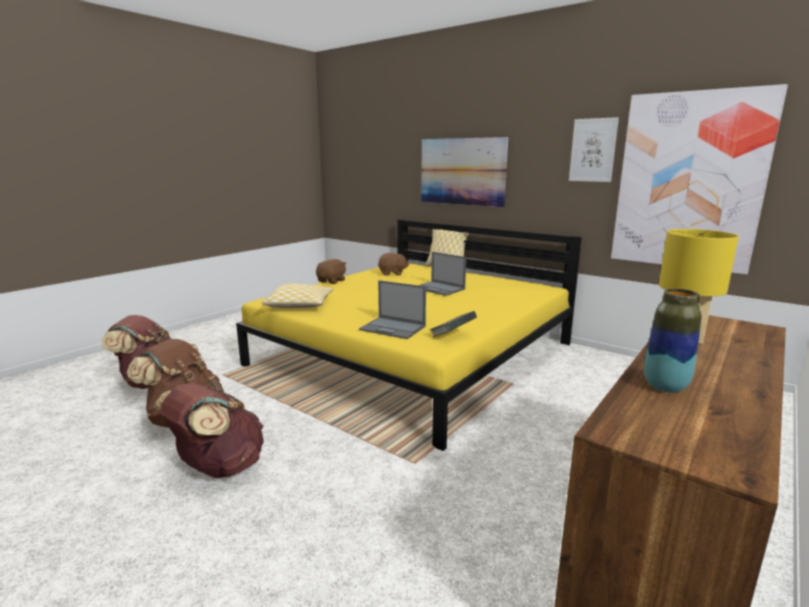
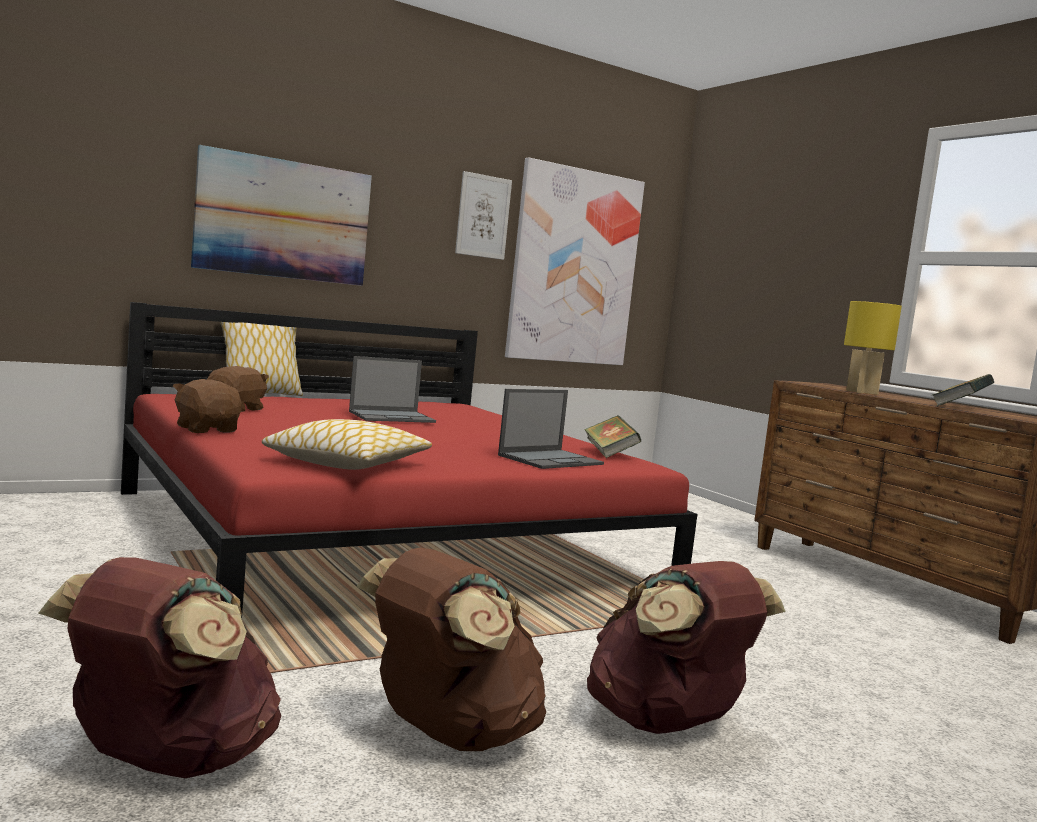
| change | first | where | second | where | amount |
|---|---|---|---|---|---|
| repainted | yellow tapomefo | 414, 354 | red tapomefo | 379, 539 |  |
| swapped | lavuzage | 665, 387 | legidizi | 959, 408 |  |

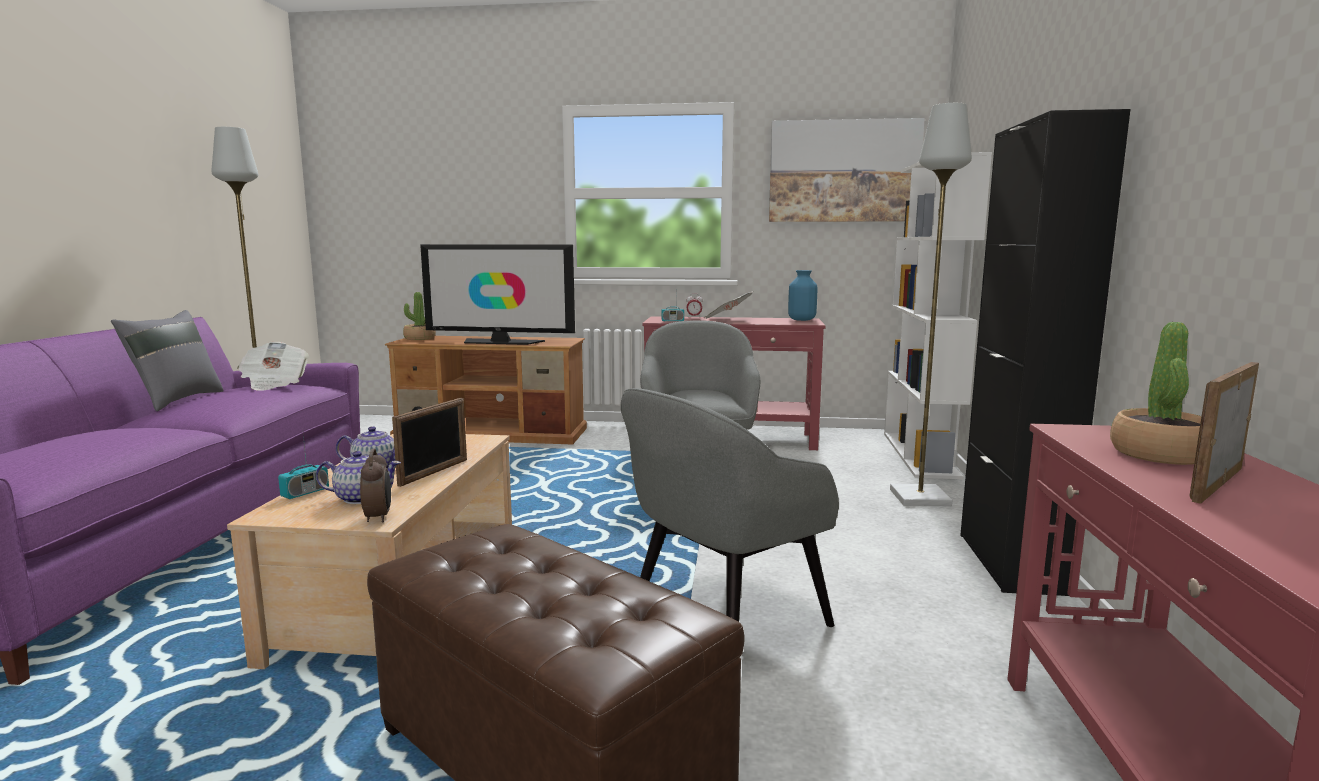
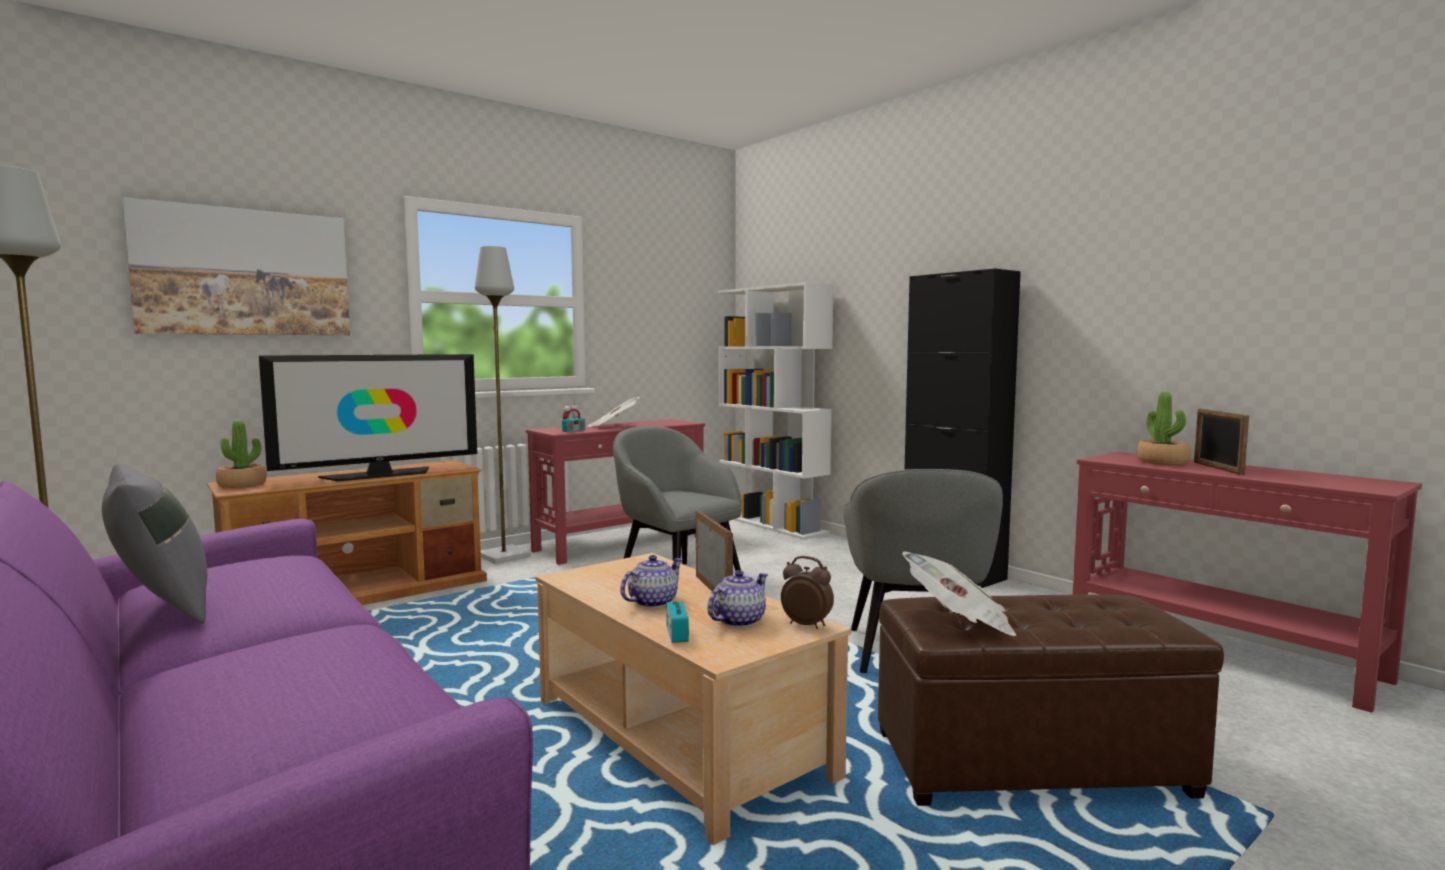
| change | first | where | second | where | amount |
|---|---|---|---|---|---|
| shifted | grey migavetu | 918, 497 |  | 502, 556 |  |
| shifted | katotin | 843, 171 |  | 244, 272 |  |
| gone | blue lavuzage | 801, 320 |  |  |  |
| shifted | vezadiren | 274, 384 |  | 959, 622 |  |

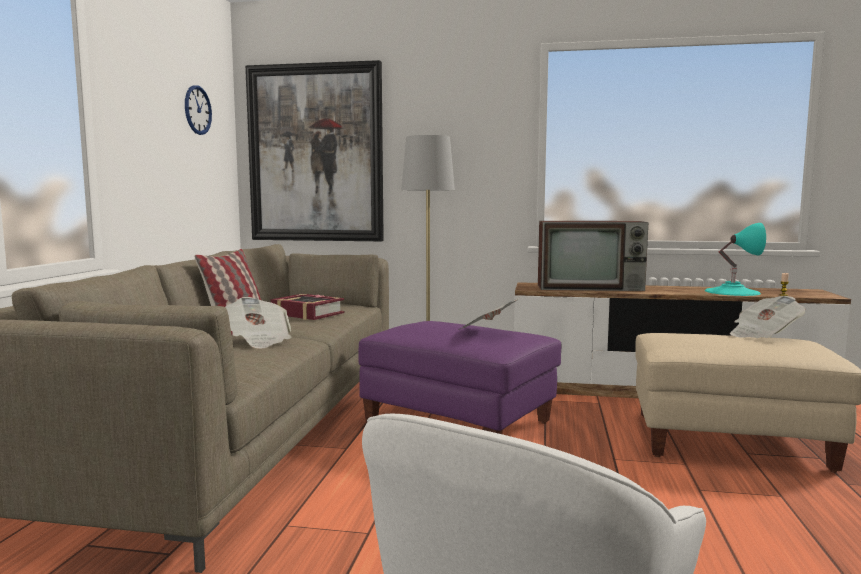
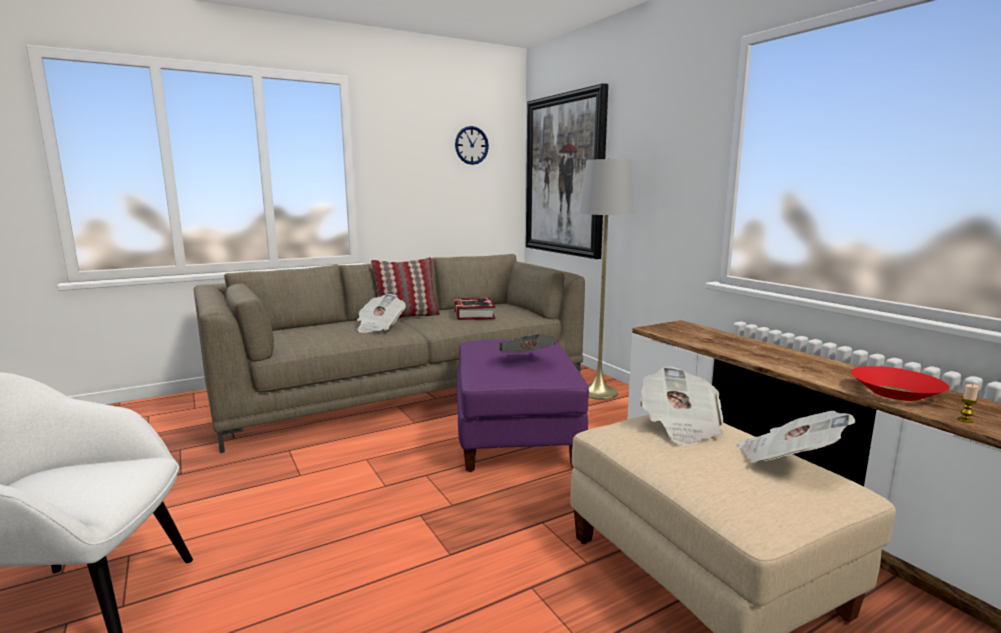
| change | first | where | second | where | amount |
|---|---|---|---|---|---|
| gone | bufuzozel | 591, 287 |  |  |  |
| swapped | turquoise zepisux | 732, 292 | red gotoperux | 895, 392 |  |
| new |  |  | vezadiren | 679, 426 |  |

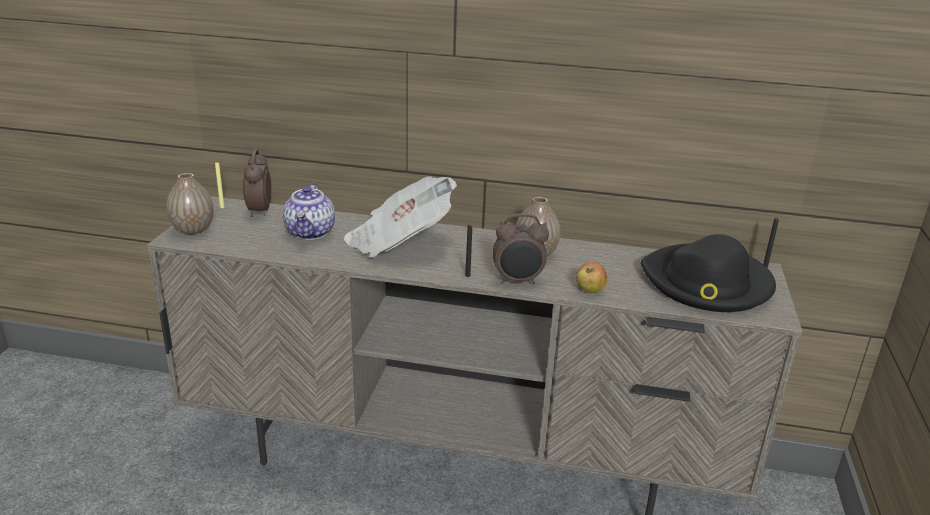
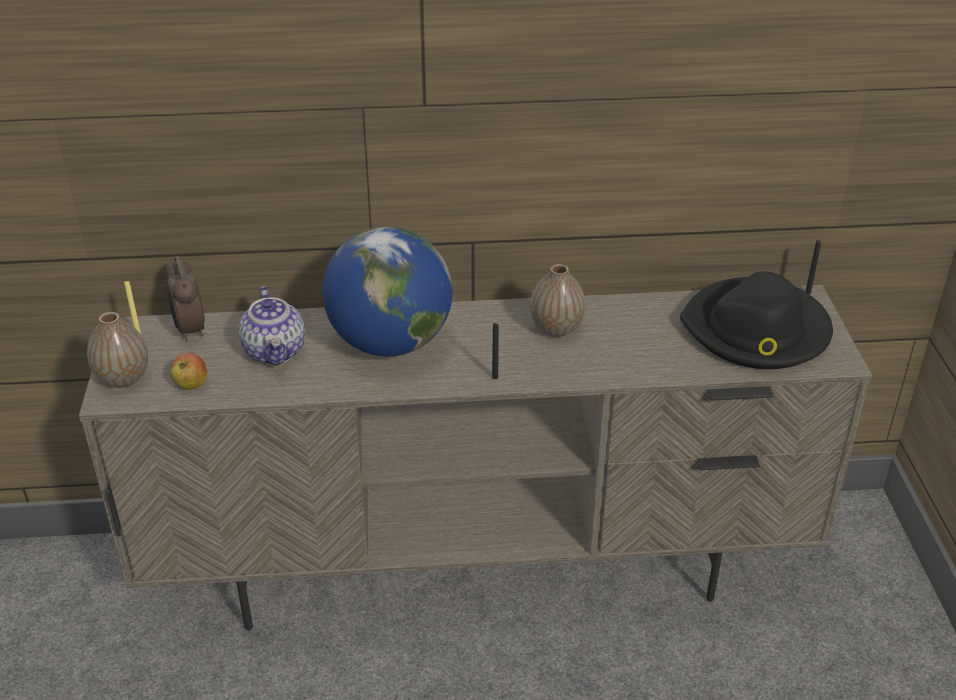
| change | first | where | second | where | amount |
|---|---|---|---|---|---|
| swapped | vezadiren | 399, 242 | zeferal | 390, 343 |  |
| gone | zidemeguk | 518, 281 |  |  |  |
| shifted | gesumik | 590, 290 |  | 191, 385 |  |

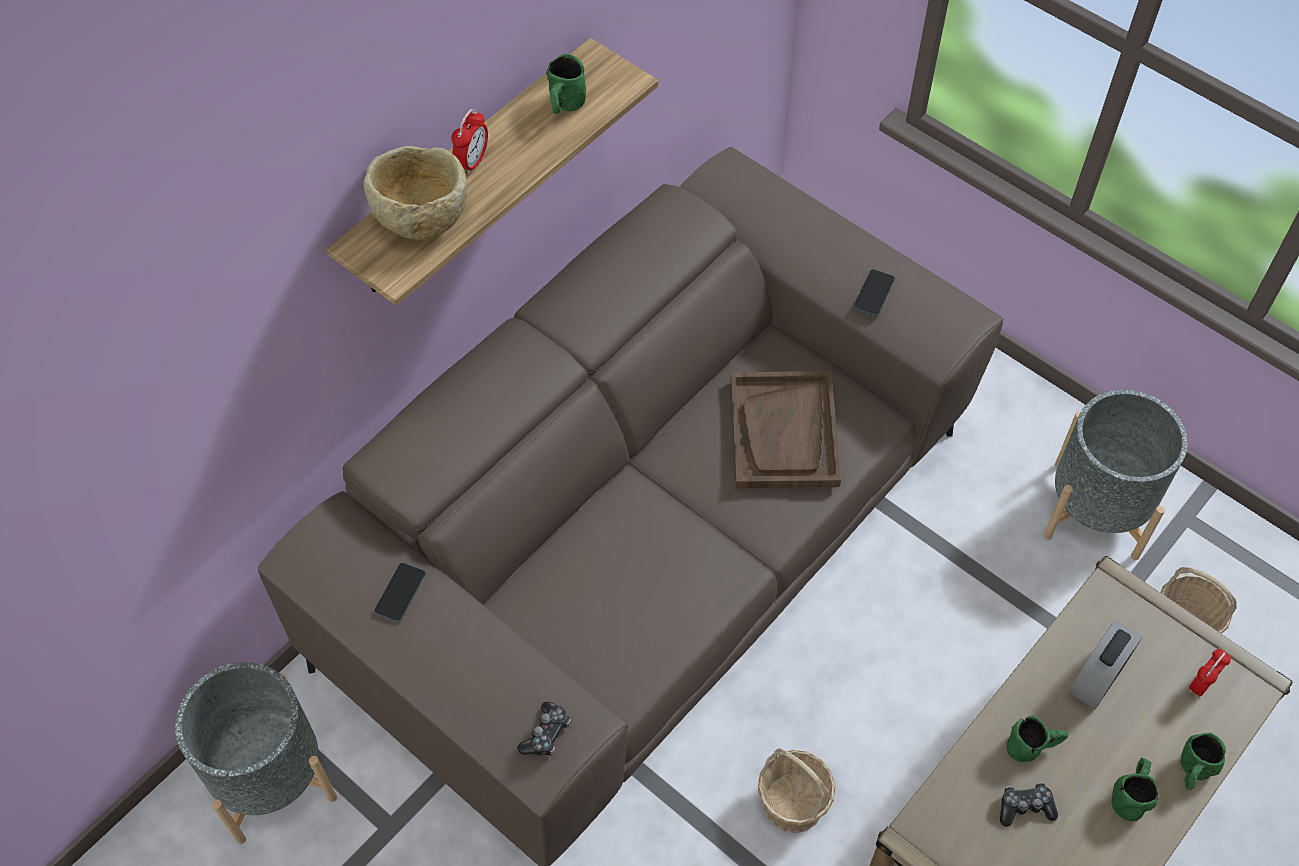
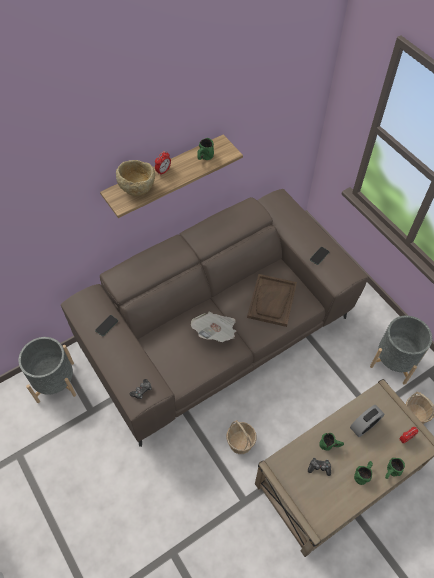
| change | first | where | second | where | amount |
|---|---|---|---|---|---|
| new |  |  | vezadiren | 216, 332 |  |

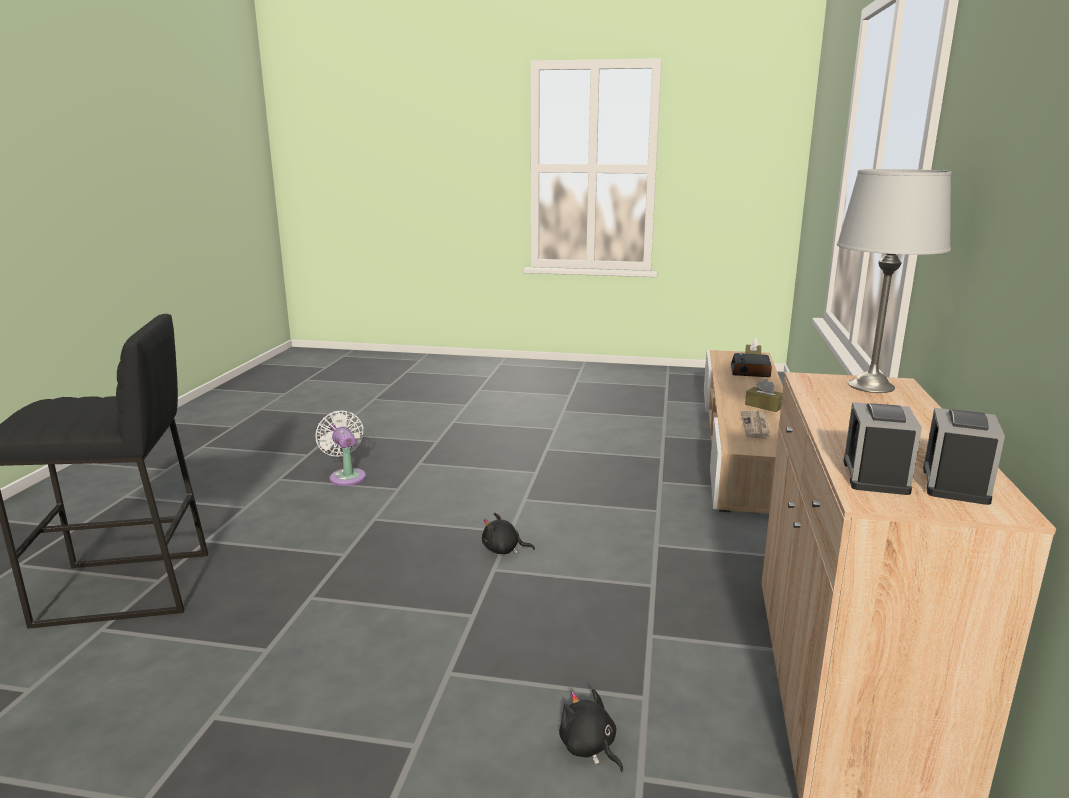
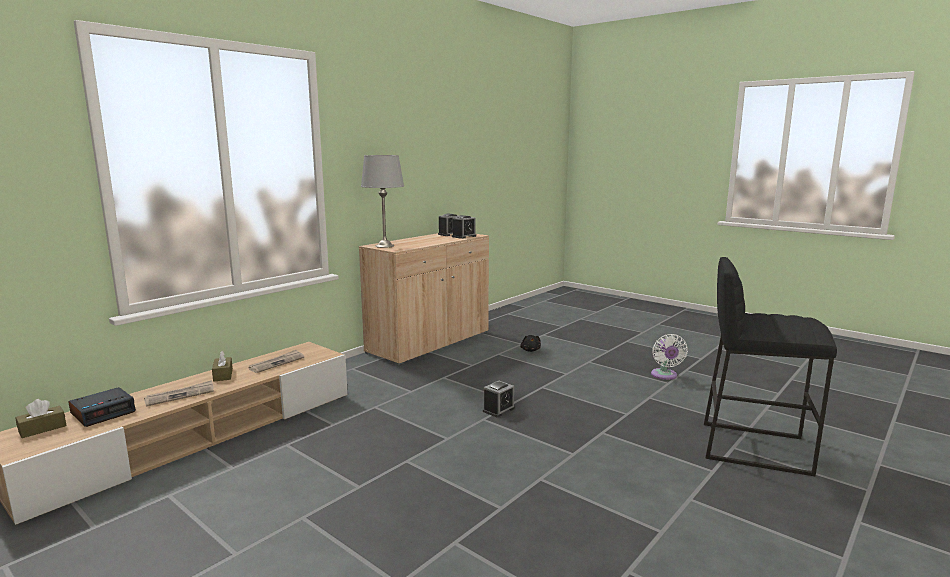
| change | first | where | second | where | amount |
|---|---|---|---|---|---|
| shifted | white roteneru | 346, 476 |  | 664, 376 |  |
| swapped | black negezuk | 503, 550 | zidemeguk | 498, 409 |  |
| new |  |  | vezadiren | 180, 395 |  |

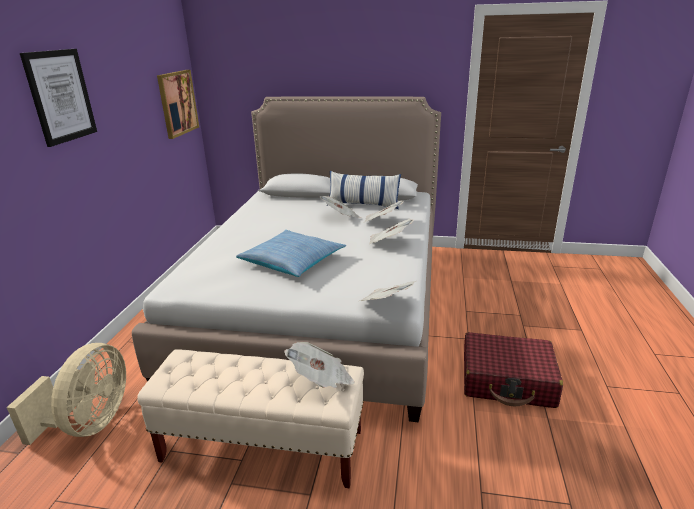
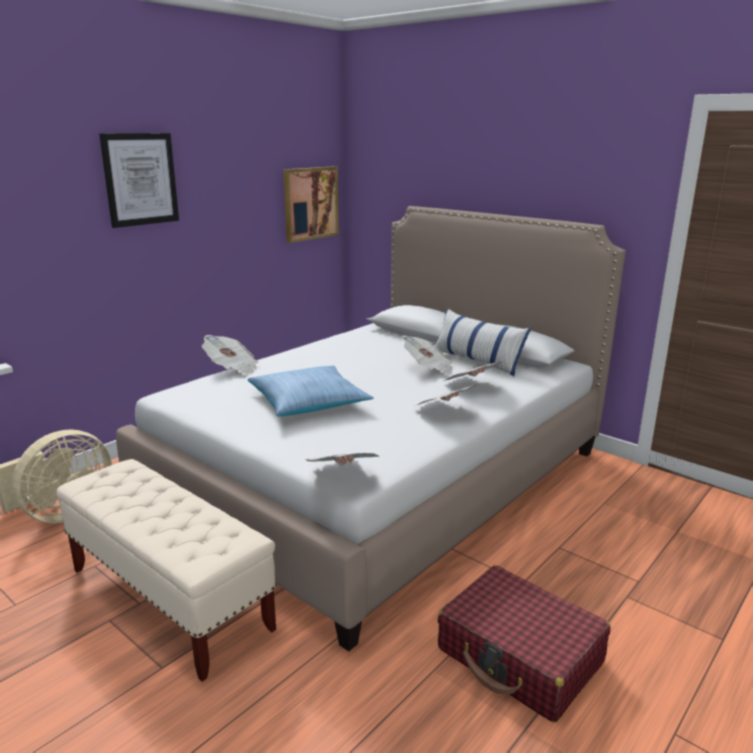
| change | first | where | second | where | amount |
|---|---|---|---|---|---|
| shifted | vezadiren | 321, 379 |  | 232, 368 |  |

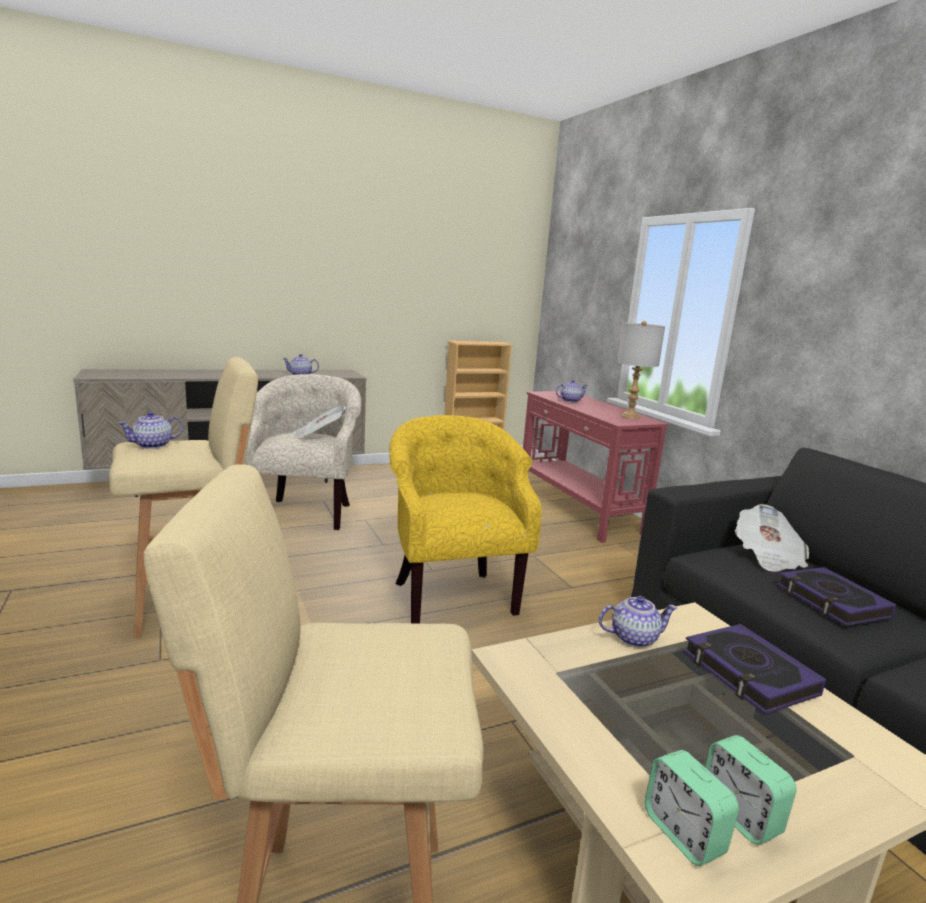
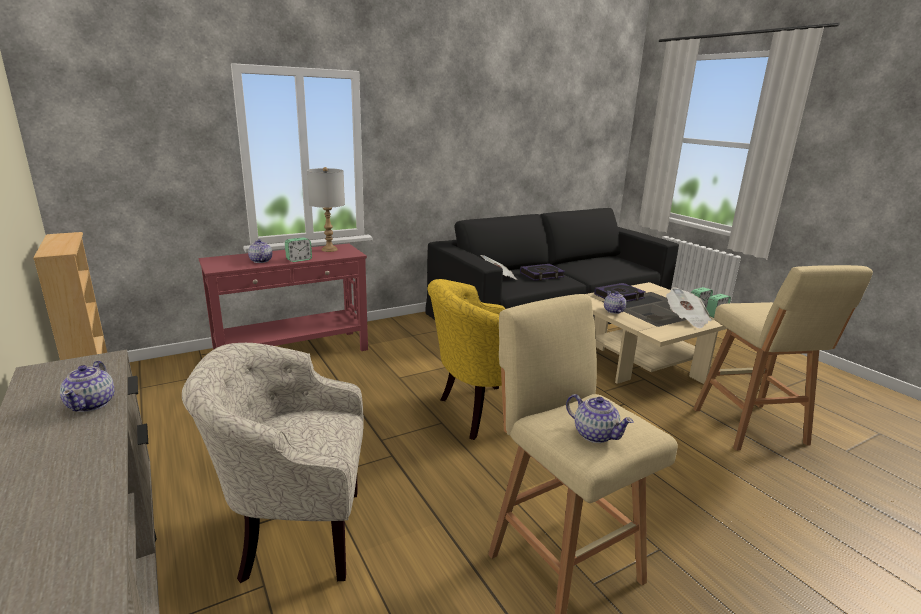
| change | first | where | second | where | amount |
|---|---|---|---|---|---|
| shifted | vezadiren | 318, 435 |  | 686, 319 |  |
| new |  |  | zidemeguk | 299, 260 |  |

